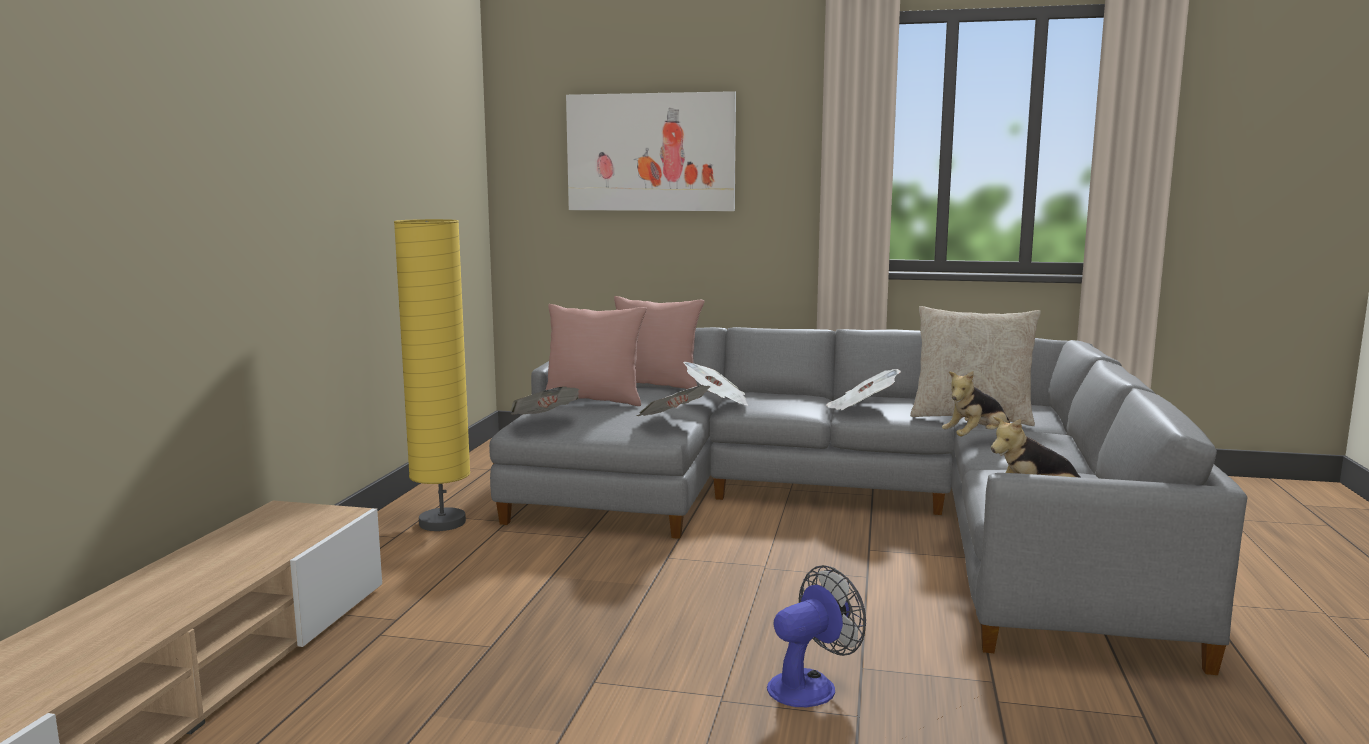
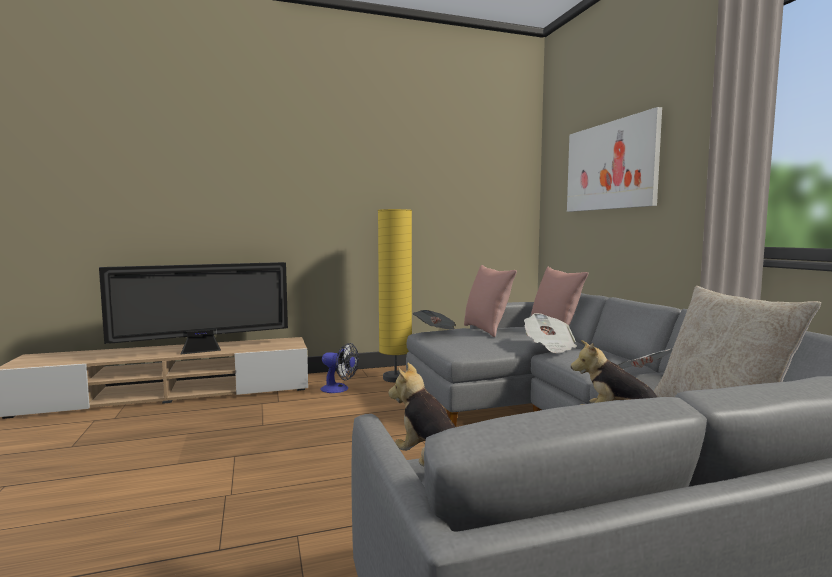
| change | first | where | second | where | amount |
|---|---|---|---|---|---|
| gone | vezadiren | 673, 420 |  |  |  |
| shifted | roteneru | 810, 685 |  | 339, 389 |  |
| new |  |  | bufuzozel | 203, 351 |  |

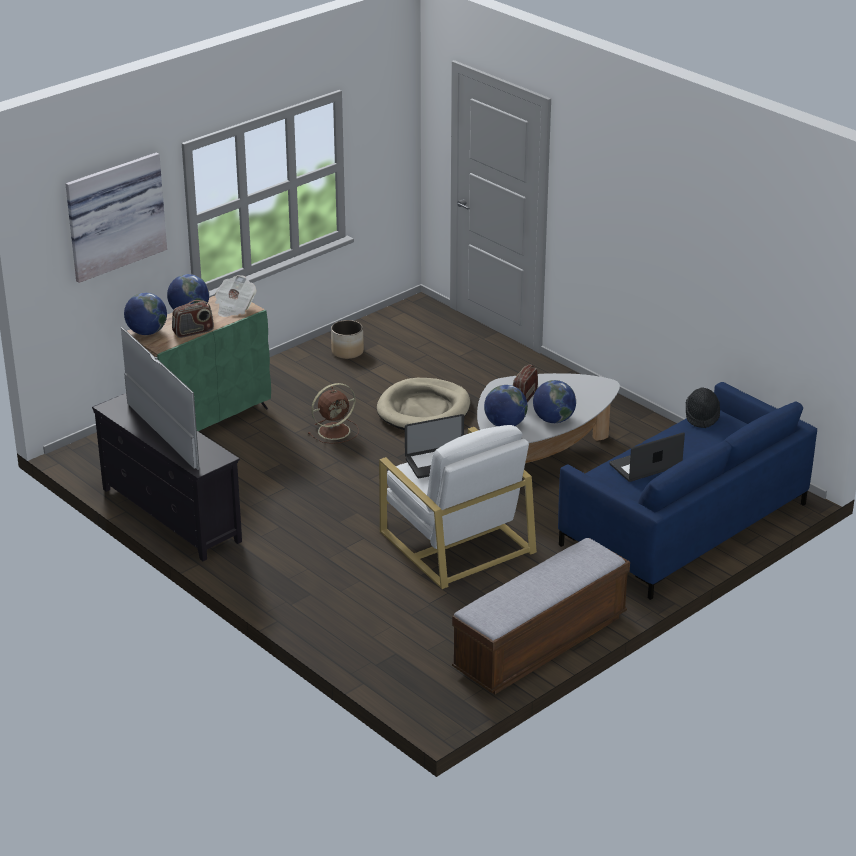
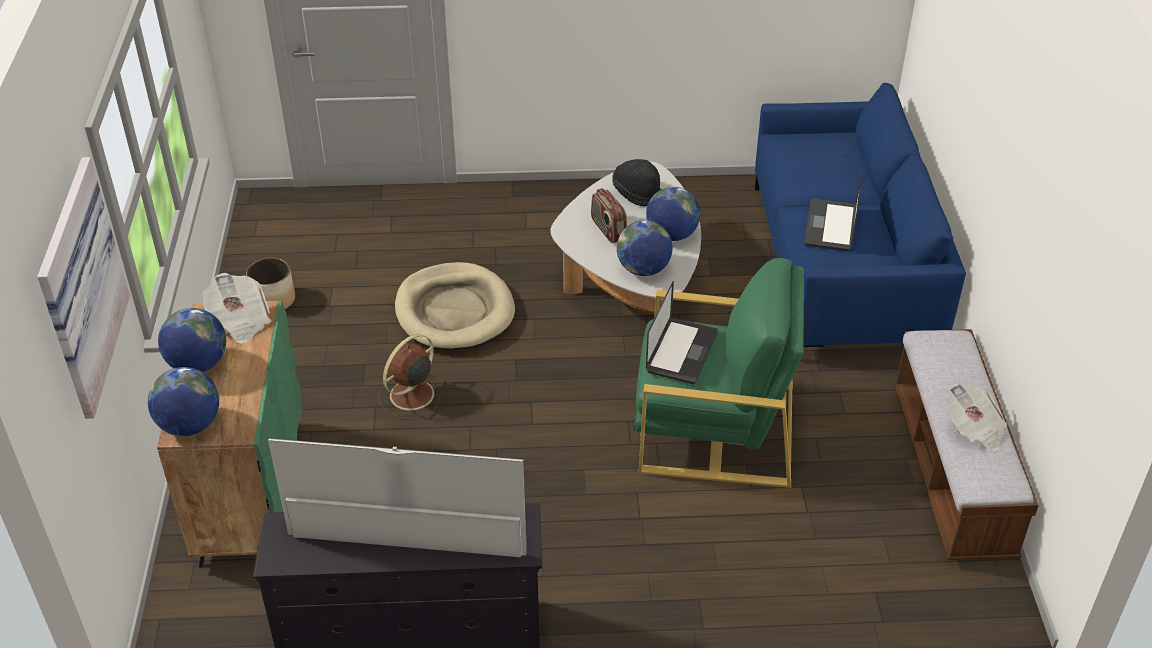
| change | first | where | second | where | amount |
|---|---|---|---|---|---|
| gone | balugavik | 193, 332 |  |  |  |
| rotated | brown roteneru | 335, 431 |  | 410, 396 | 150 degrees counterclockwise |
| shifted | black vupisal | 701, 417 |  | 637, 193 |  |
| repainted | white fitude | 456, 540 | green fitude | 715, 426 |  |
| new |  |  | vezadiren | 974, 429 |  |

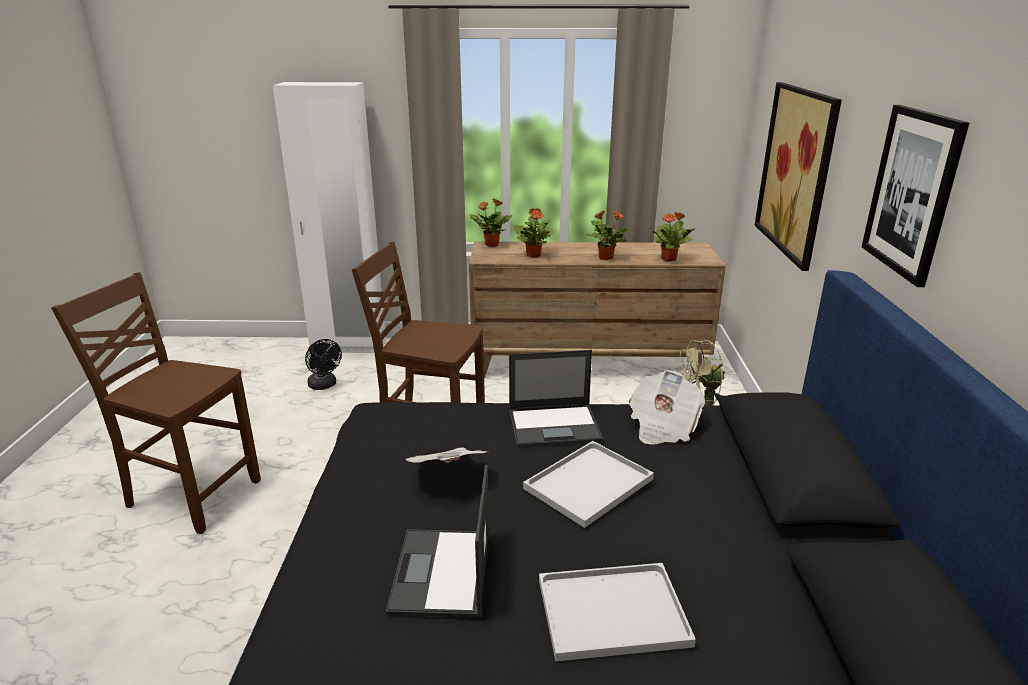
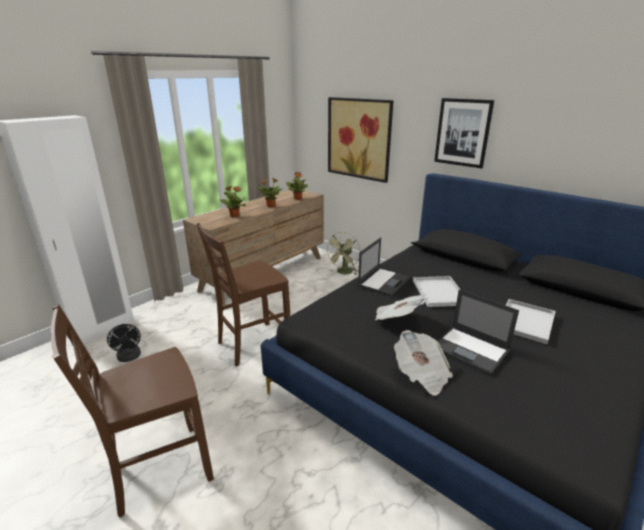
| change | first | where | second | where | amount |
|---|---|---|---|---|---|
| gone | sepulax | 491, 245 |  |  |  |
| rotated | black roteneru | 324, 385 |  | 129, 357 | 60 degrees clockwise |
| shifted | vezadiren | 662, 426 |  | 421, 374 |  |

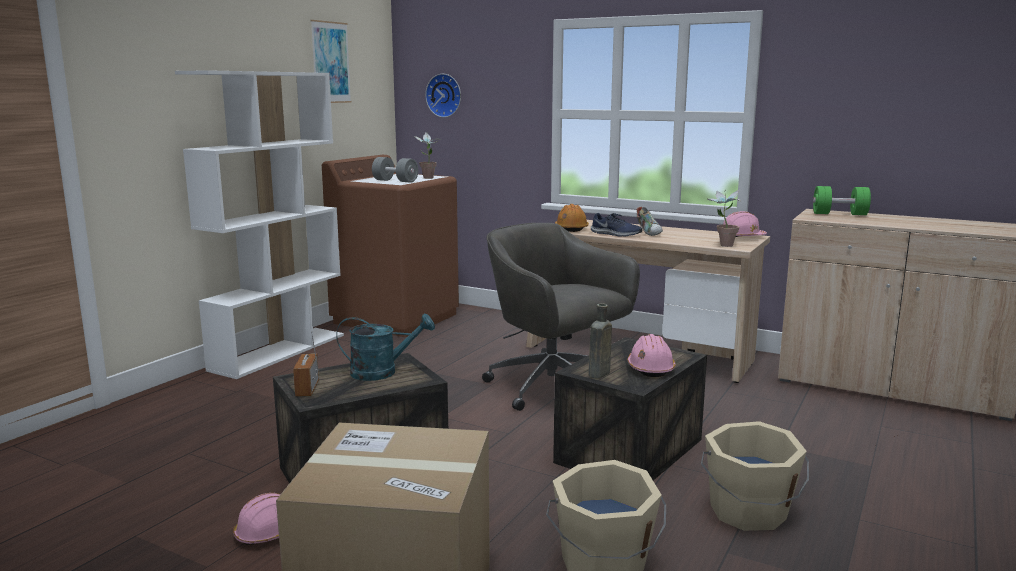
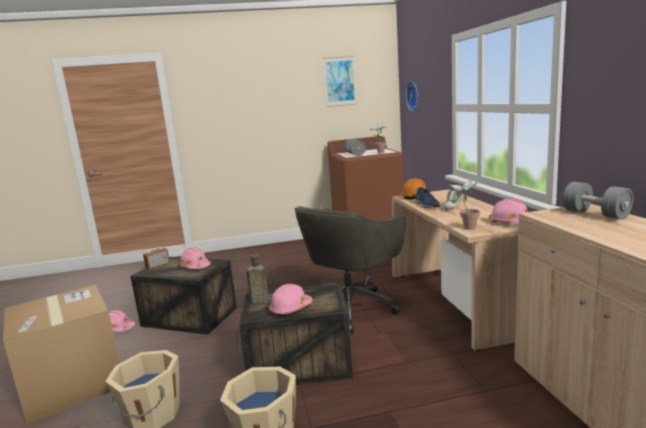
| change | first | where | second | where | amount |
|---|---|---|---|---|---|
| gone | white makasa | 279, 352 |  |  |  |
| repainted | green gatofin | 839, 214 | grey gatofin | 595, 214 |  |
| rotated | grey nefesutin | 554, 388 |  | 351, 307 | 150 degrees counterclockwise |
| swapped | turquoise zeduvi | 382, 372 | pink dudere | 195, 267 |  |

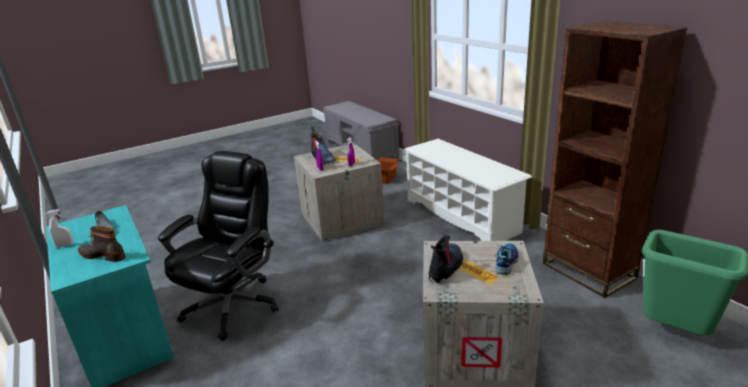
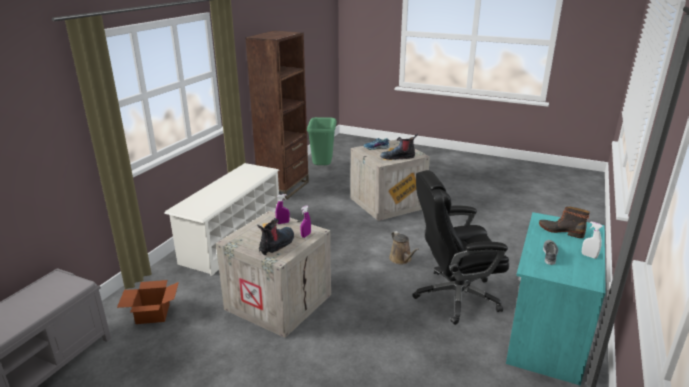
| change | first | where | second | where | amount |
|---|---|---|---|---|---|
| rotated | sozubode | 103, 255 |  | 561, 231 | 135 degrees clockwise |
| new |  |  | brown zeduvi | 401, 259 |  |

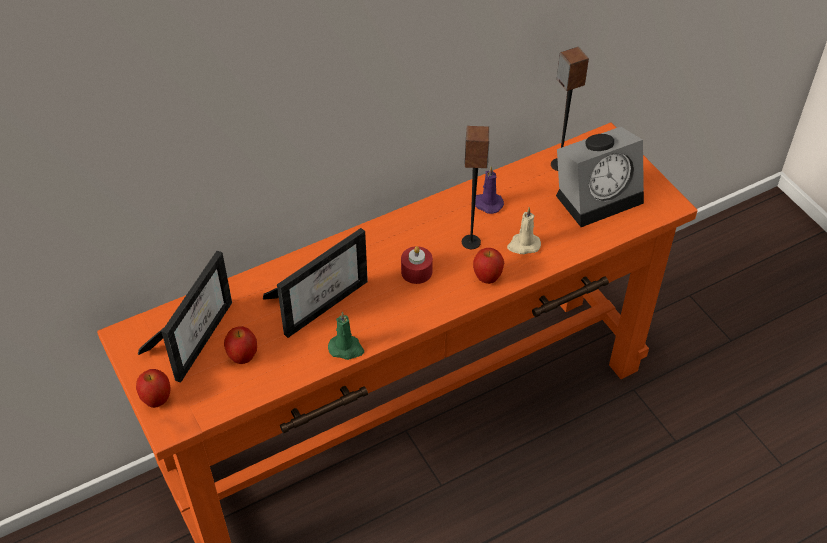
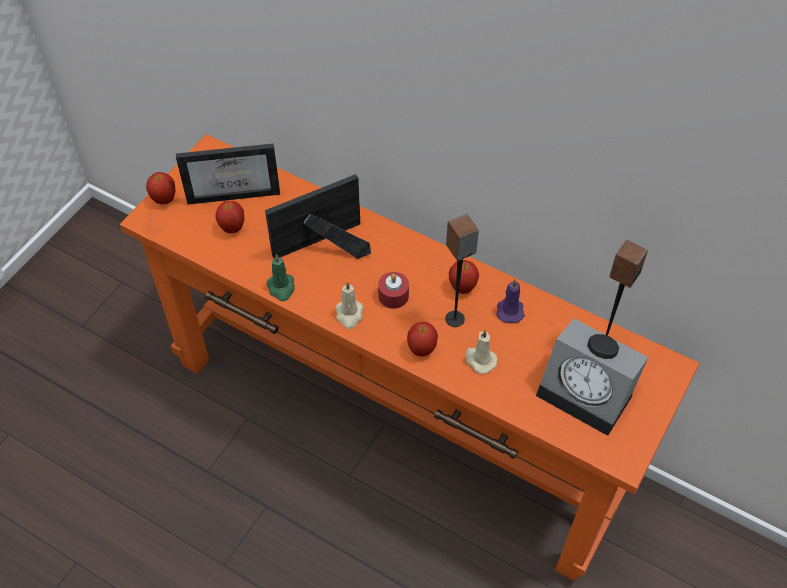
| change | first | where | second | where | amount |
|---|---|---|---|---|---|
| rotated | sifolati | 321, 300 |  | 319, 247 | 135 degrees clockwise |
| new |  |  | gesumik | 462, 288 |  |
| new |  |  | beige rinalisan | 349, 315 |  |

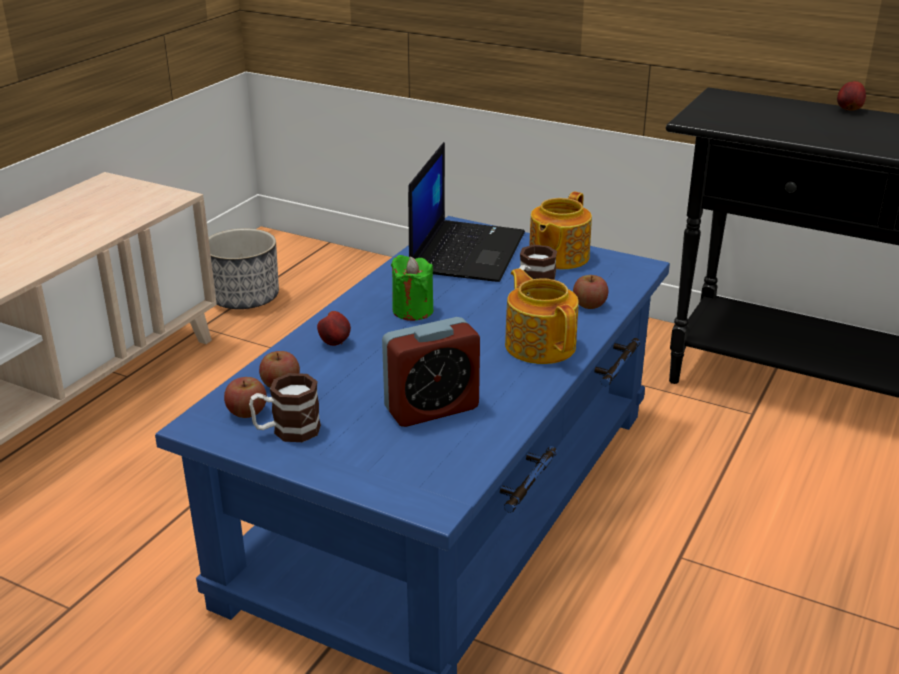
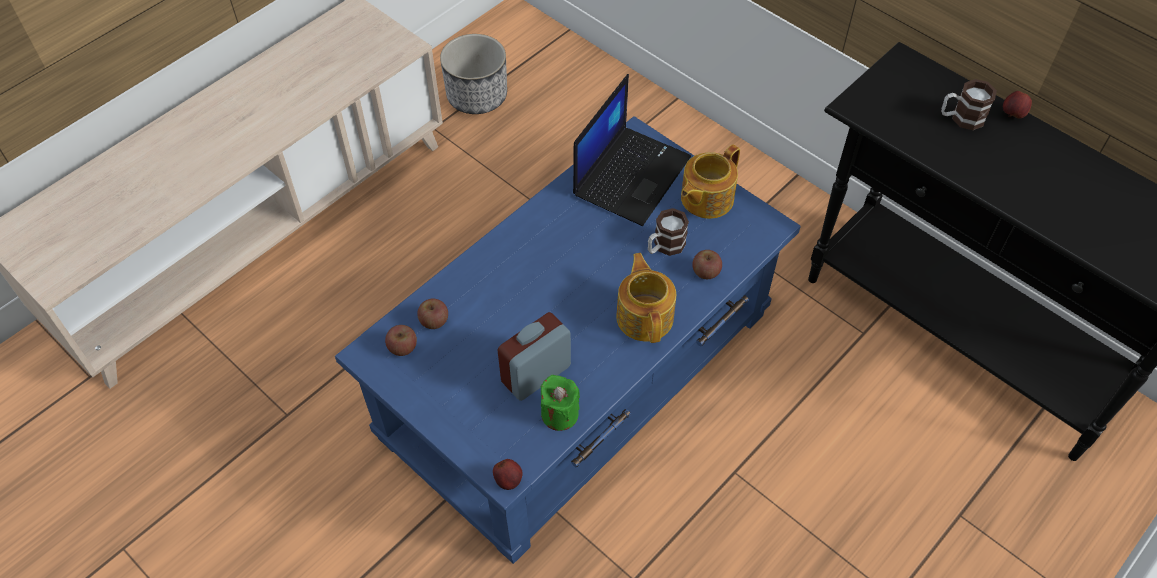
| change | first | where | second | where | amount |
|---|---|---|---|---|---|
| shifted | green rinalisan | 413, 311 |  | 559, 414 |  |
| shifted | gesumik | 335, 343 |  | 509, 480 |  |
| rotated | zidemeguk | 431, 408 |  | 536, 374 | 150 degrees clockwise |
| shifted | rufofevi | 287, 431 |  | 961, 118 |  |

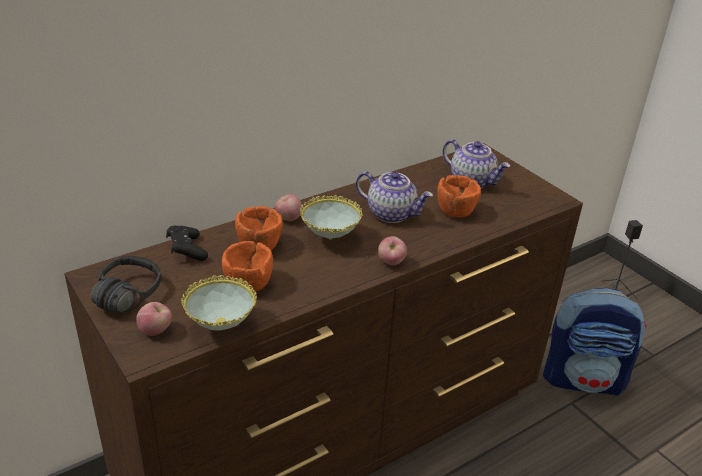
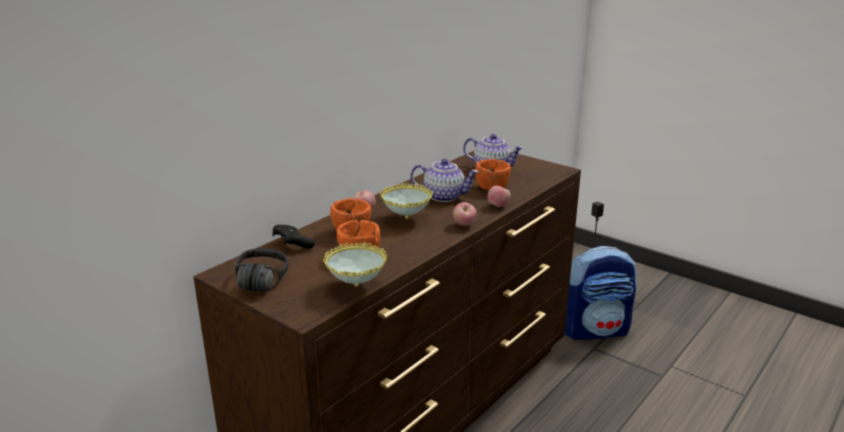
| change | first | where | second | where | amount |
|---|---|---|---|---|---|
| shifted | gesumik | 156, 331 |  | 498, 206 |  |

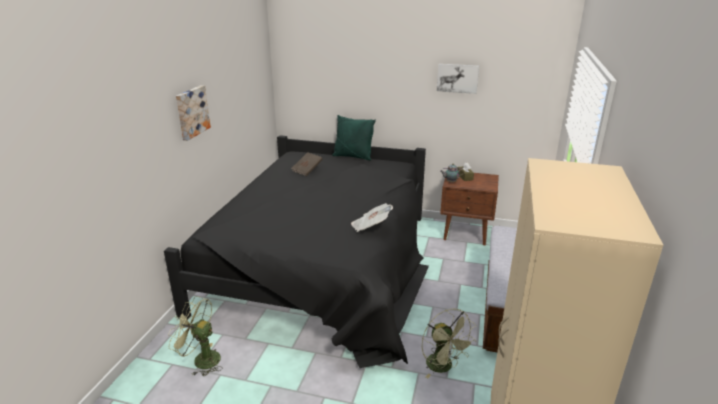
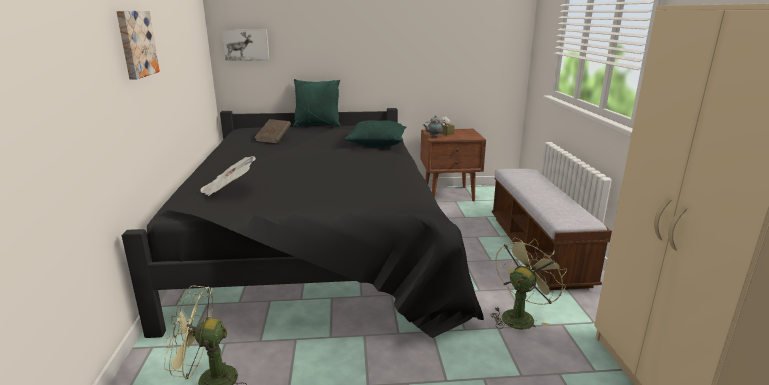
| change | first | where | second | where | amount |
|---|---|---|---|---|---|
| shifted | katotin | 457, 78 |  | 246, 45 |  |
| shifted | vezadiren | 370, 227 |  | 228, 190 |  |
| rotated | green roteneru | 443, 367 |  | 520, 316 | 90 degrees counterclockwise |
| new |  |  | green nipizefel | 377, 143 |  |

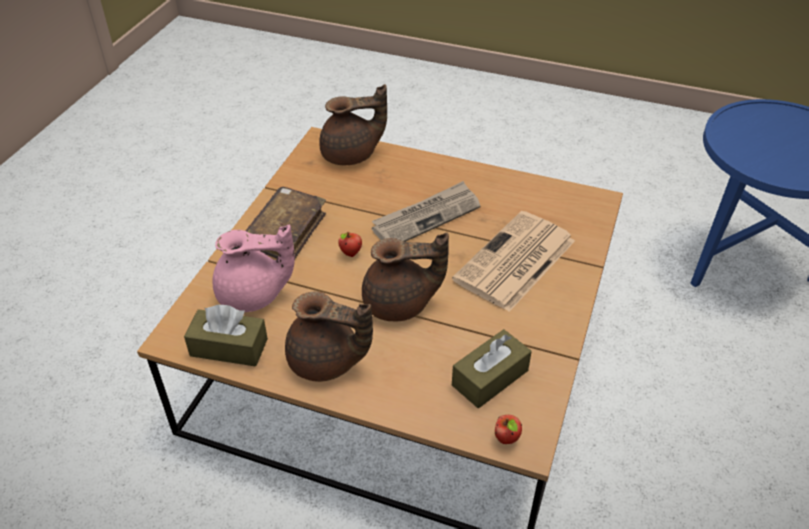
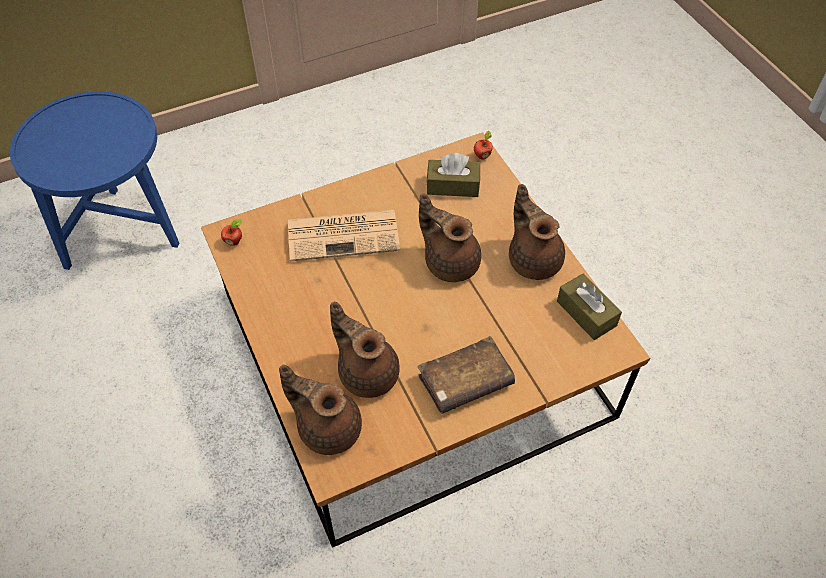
| change | first | where | second | where | amount |
|---|---|---|---|---|---|
| gone | vezadiren | 426, 217 |  |  |  |
| gone | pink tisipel | 253, 295 |  |  |  |
| shifted | gesumik | 350, 254 |  | 234, 241 |  |
| new |  |  | brown tisipel | 367, 372 |  |

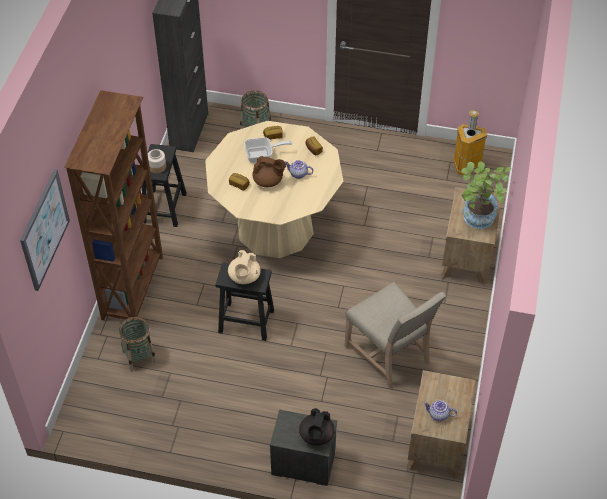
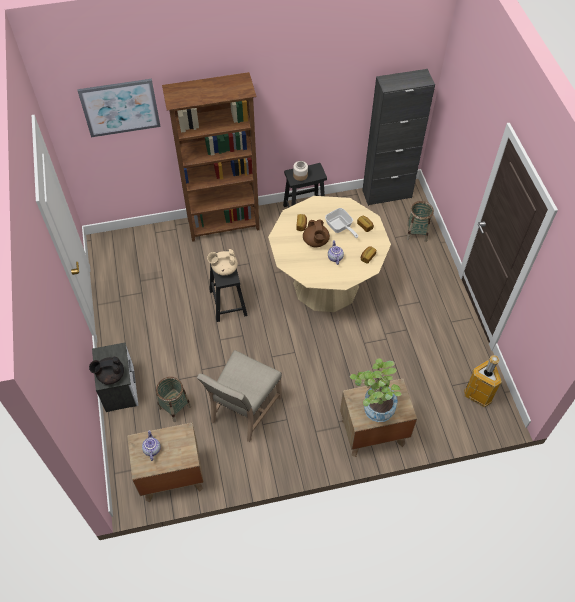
| change | first | where | second | where | amount |
|---|---|---|---|---|---|
| shifted | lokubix | 139, 356 |  | 174, 407 |  |

